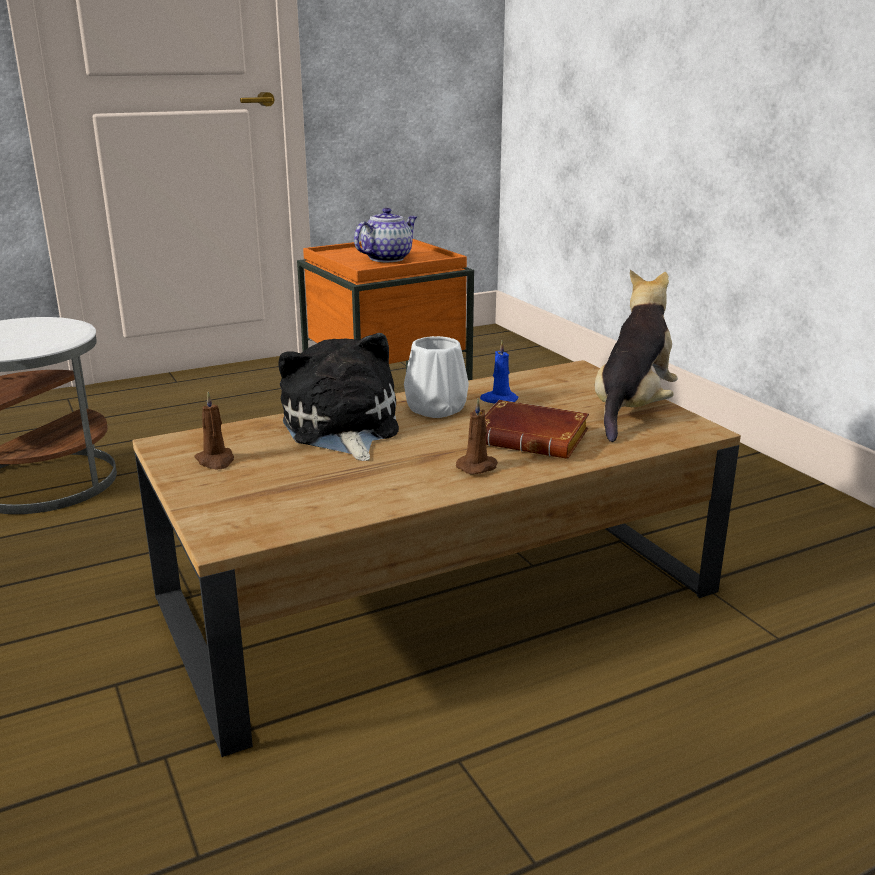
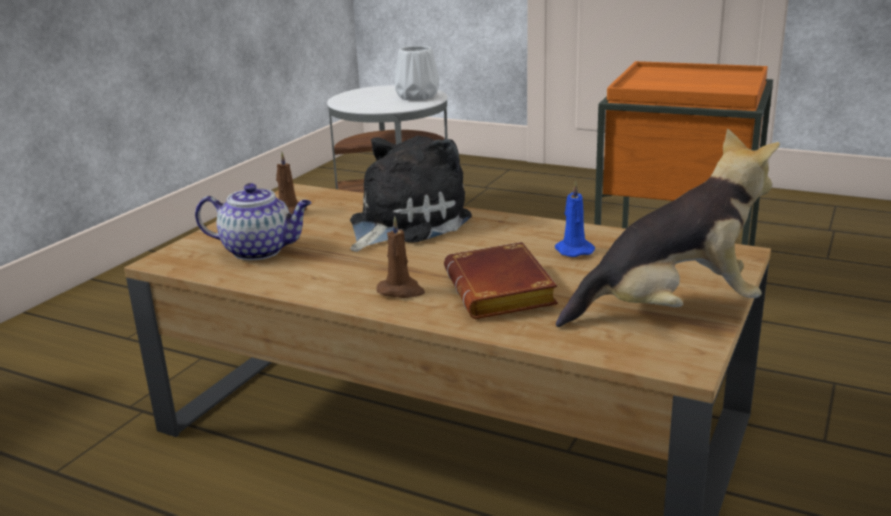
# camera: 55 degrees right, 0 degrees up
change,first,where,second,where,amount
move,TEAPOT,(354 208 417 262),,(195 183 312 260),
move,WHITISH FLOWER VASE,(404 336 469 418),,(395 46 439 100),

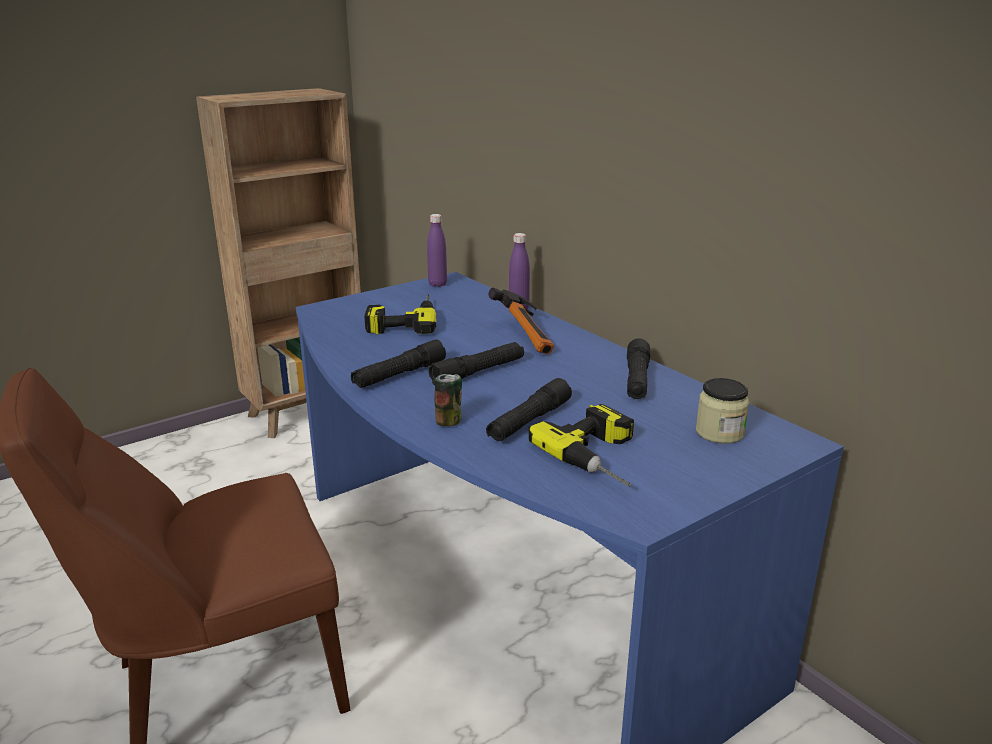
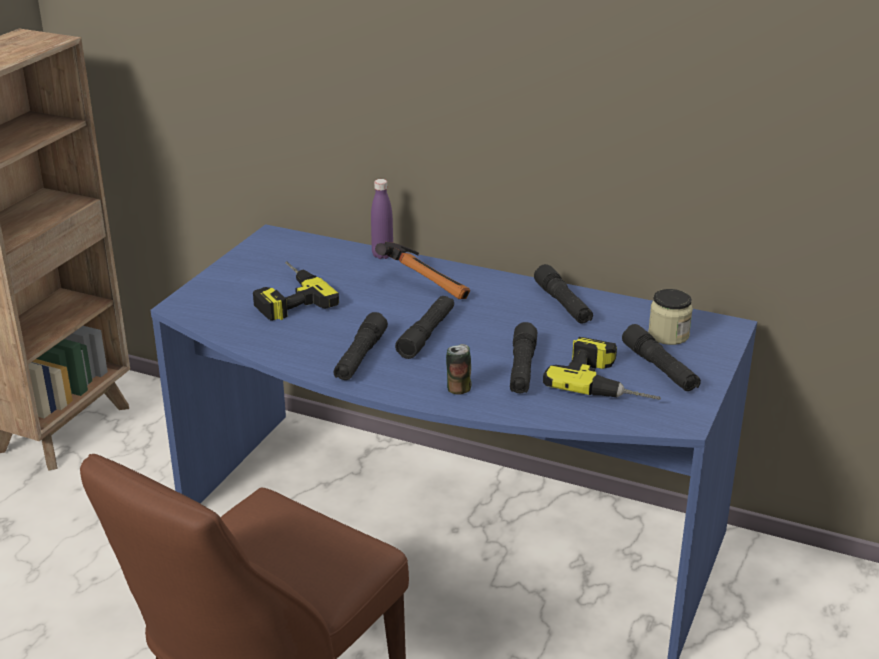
# camera: 30 degrees left, 5 degrees up
change,first,where,second,where,amount
delete,PURPLE DRINK BOTTLE,(427 214 447 287),,,
insert,,,BLACK FLASHLIGHT,(622 324 701 391),

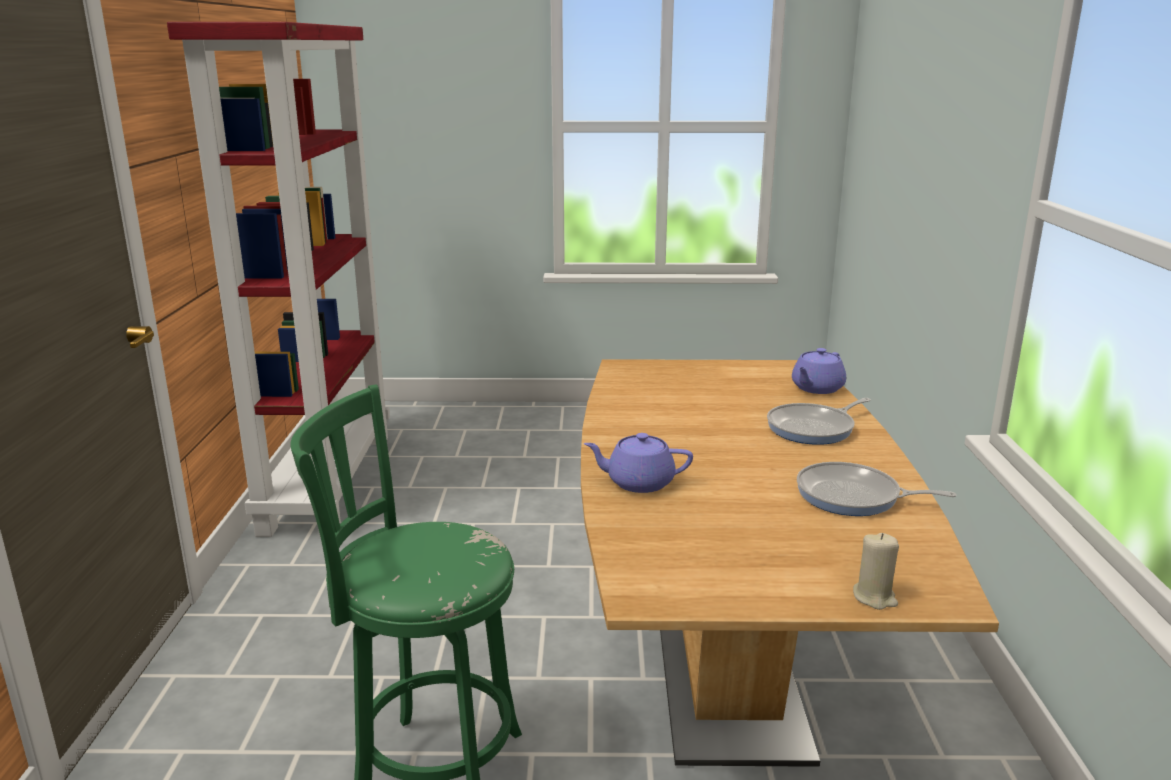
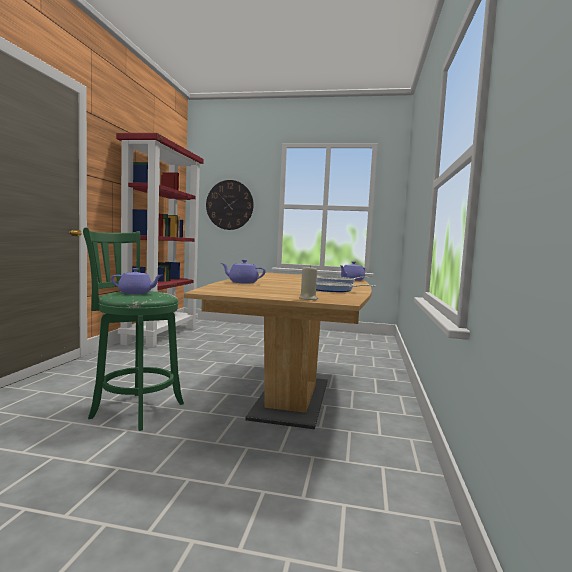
# camera: 10 degrees right, 15 degrees down
change,first,where,second,where,amount
insert,,,PURPLE TEAPOT,(111 268 162 294),
insert,,,WALL CLOCK,(206 180 254 230),

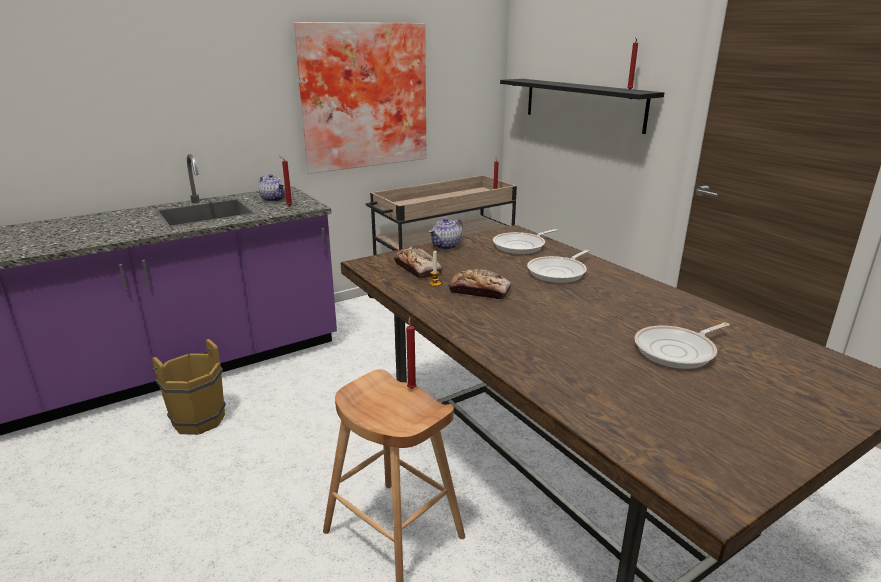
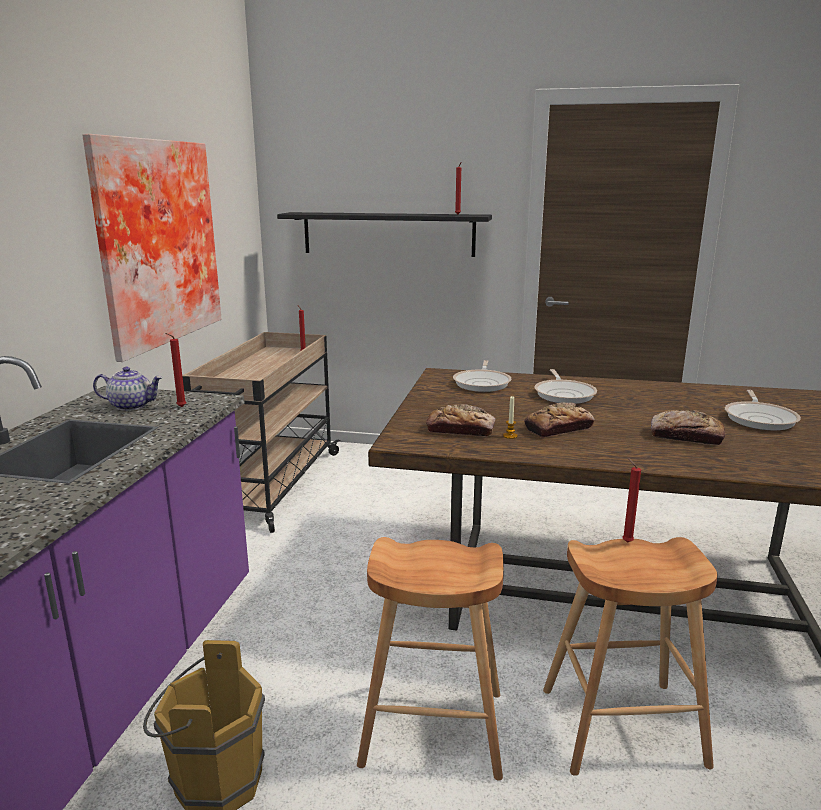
# camera: 45 degrees left, 5 degrees down
change,first,where,second,where,amount
delete,TEAPOT,(429 218 463 250),,,
insert,,,BROWNISH STOOL SEAT,(357 537 504 780),
insert,,,BAKERY BREAD,(651 410 725 445),

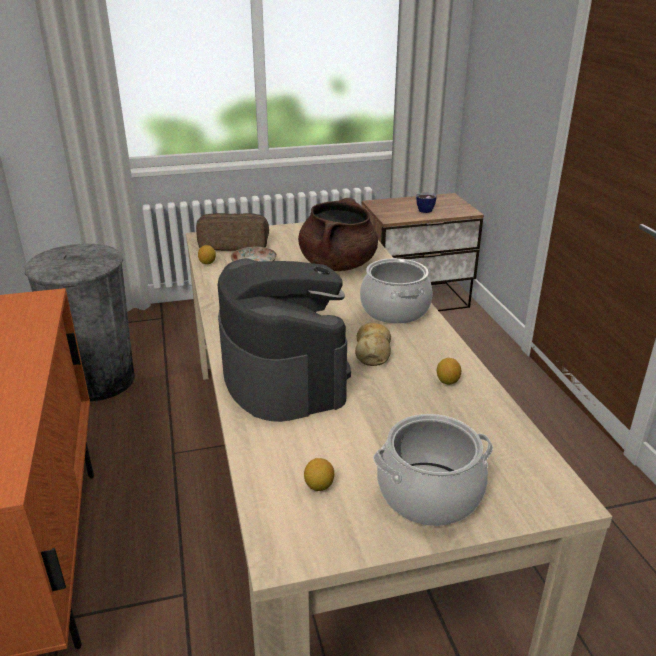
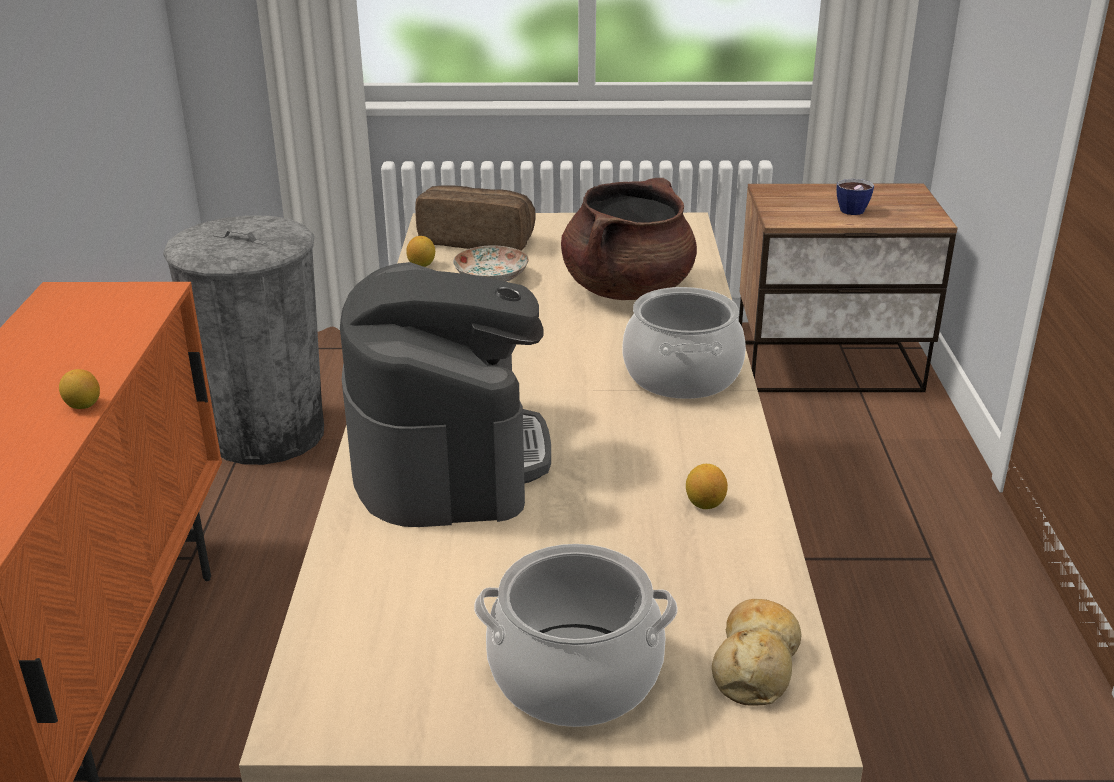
# camera: 15 degrees right, 0 degrees up
change,first,where,second,where,amount
move,LEMON,(304 458 334 491),,(59 369 100 409),
move,BAKERY BREAD,(355 323 391 366),,(712 599 802 706),

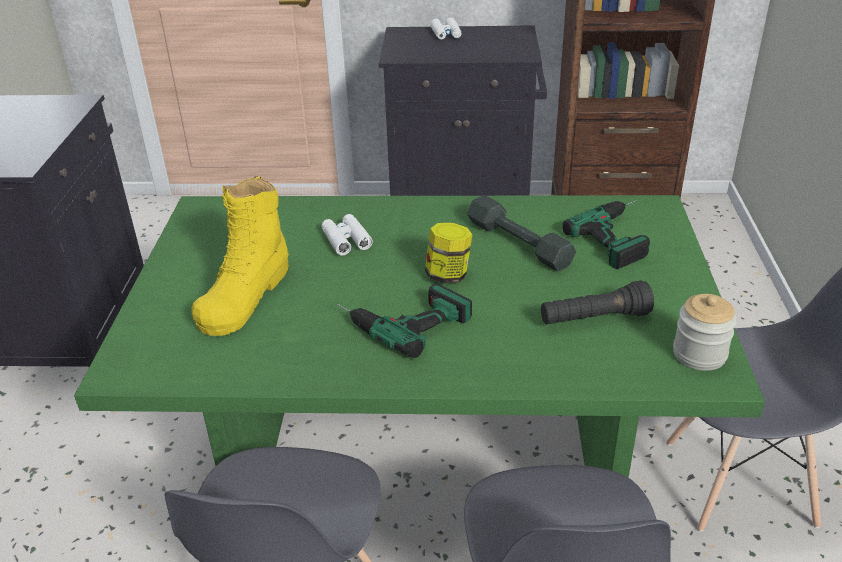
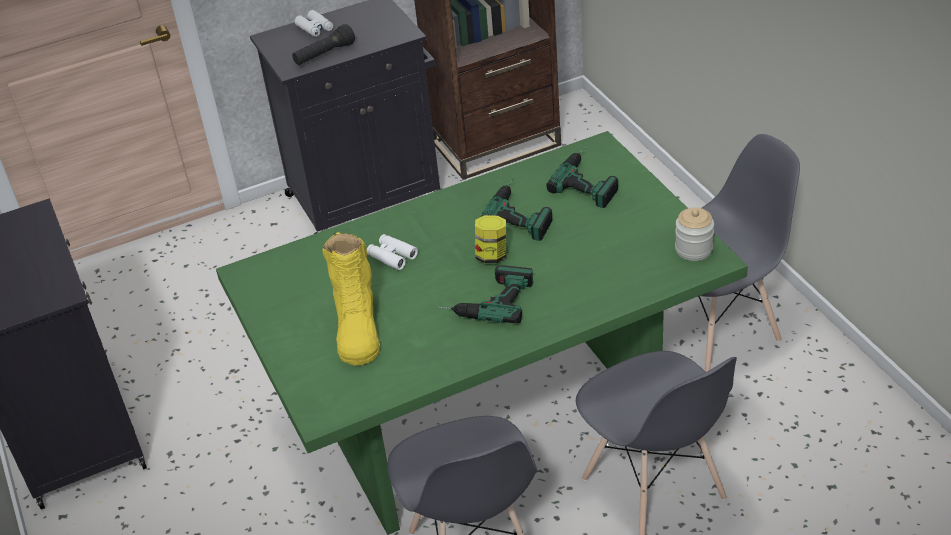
# camera: 25 degrees left, 5 degrees up
change,first,where,second,where,amount
move,BLACK FLASHLIGHT,(541 280 654 325),,(292 24 355 65),
replace,GREYISH FREE WEIGHT,(467 195 576 271),POWER DRILL,(481 178 552 241),

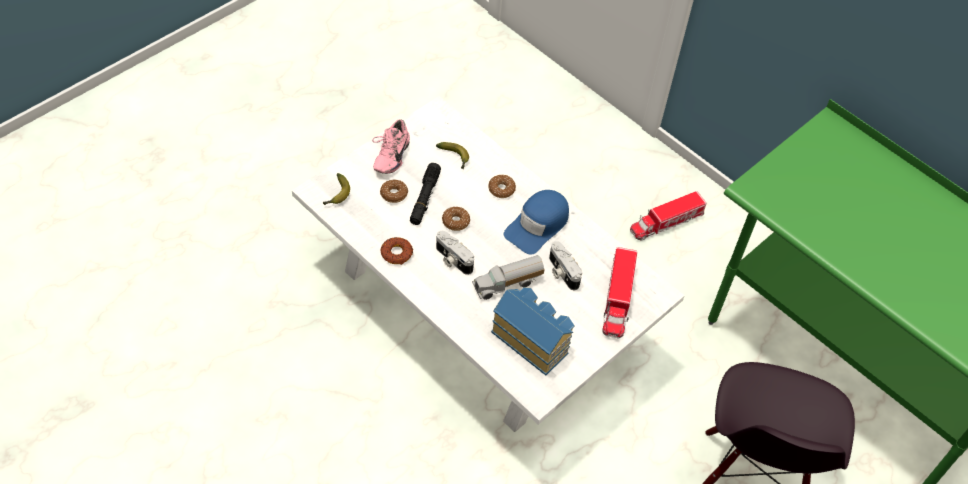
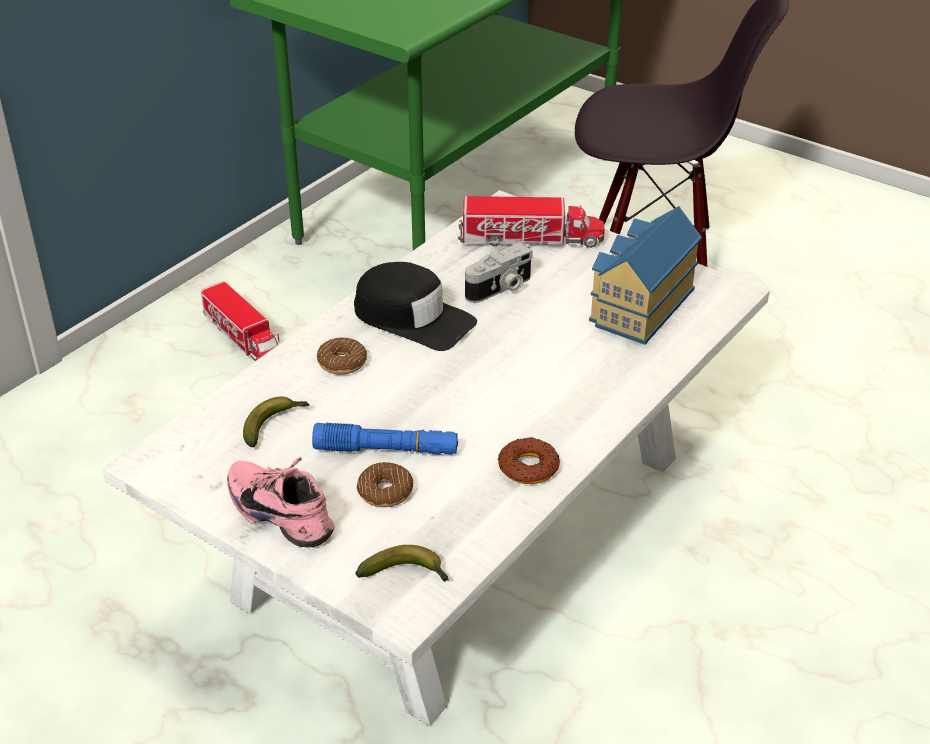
# camera: 95 degrees left, 15 degrees down
change,first,where,second,where,amount
delete,PHOTO CAMERA,(436 231 474 275),,,
delete,DONUT,(442 207 470 231),,,
delete,TOY TRUCK,(472 255 545 300),,,
recolor,BLACK FLASHLIGHT,(410 163 441 225),BLUE FLASHLIGHT,(312 422 458 455),
recolor,BLUE BASEBALL CAP,(504 190 569 255),BLACK BASEBALL CAP,(354 262 477 351),
rotate,PINKISH SHOE,(372 119 410 174),,(227 457 335 548),150 degrees counterclockwise

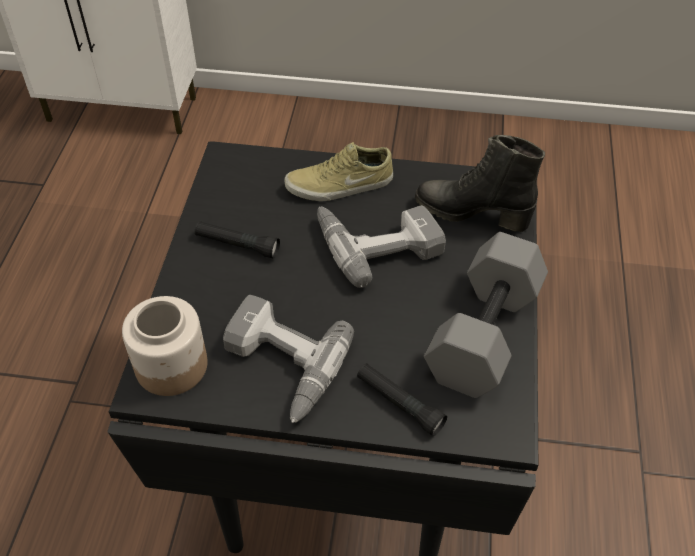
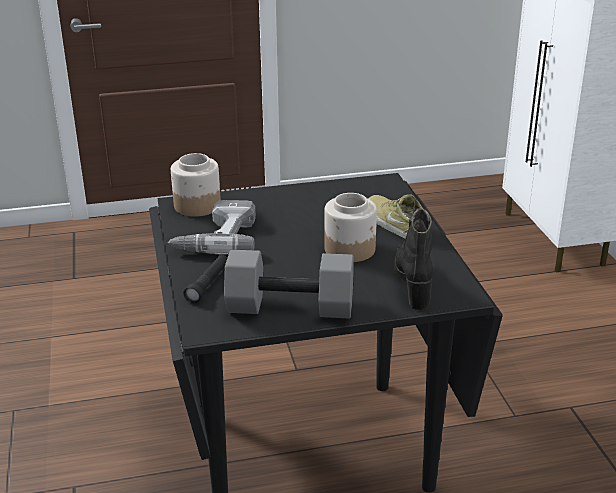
# camera: 70 degrees right, 20 degrees down
change,first,where,second,where,amount
delete,BLACK FLASHLIGHT,(195 221 280 259),,,
replace,POWER DRILL,(317 205 446 288),JAR,(324 193 377 262),

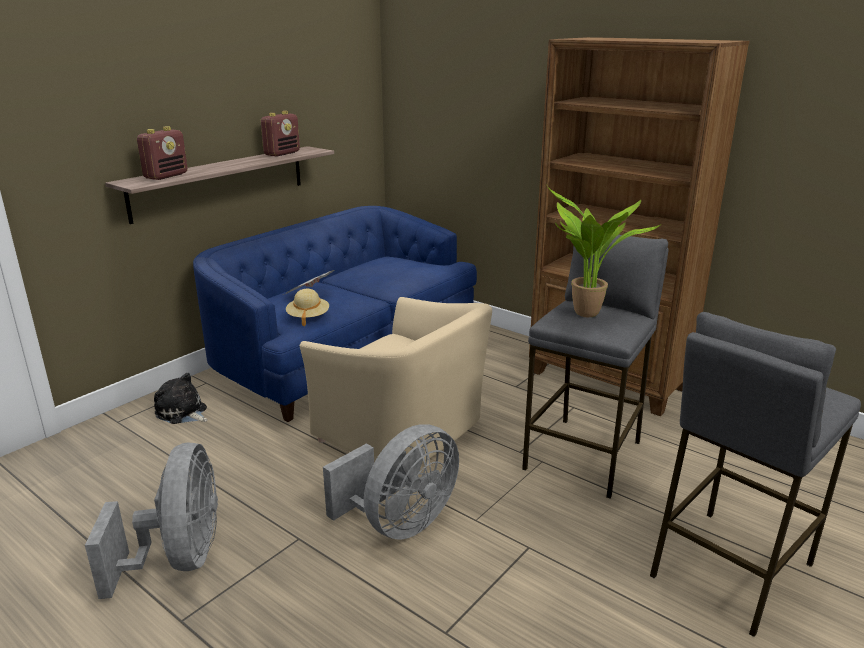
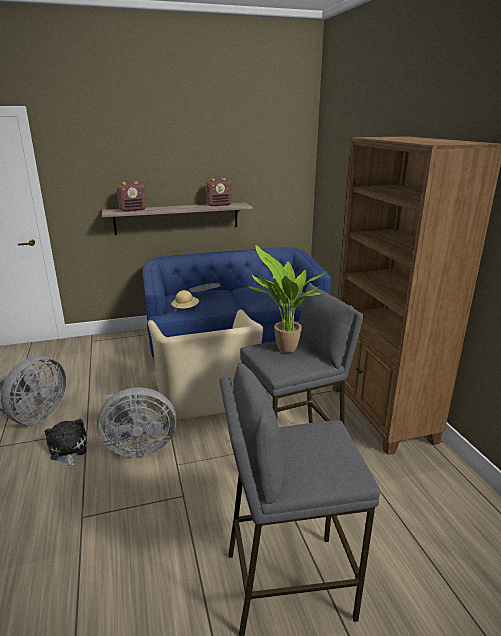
# camera: 35 degrees right, 0 degrees up
change,first,where,second,where,amount
move,PLUSH TOY,(154 373 208 424),,(45 418 88 467),

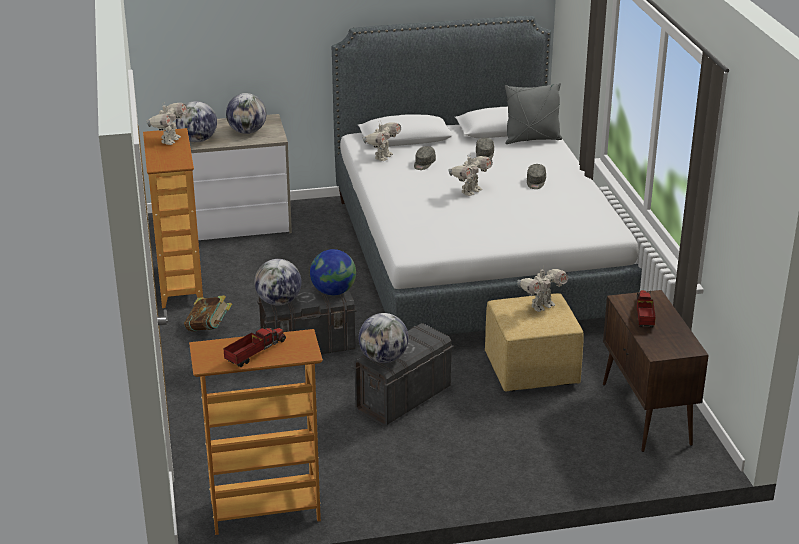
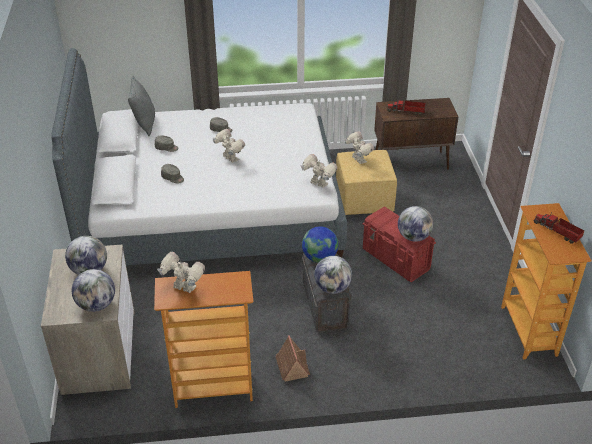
# camera: 85 degrees left, 10 degrees up
change,first,where,second,where,amount
move,MODEL ROBOT,(363 120 401 161),,(300 154 338 188),
replace,BOOK,(184 295 232 332),TOY HOUSE,(276 335 310 382),
recolor,GREYISH STORAGE BOX,(352 323 454 426),RED-COLOURED STORAGE BOX,(363 206 436 282),

